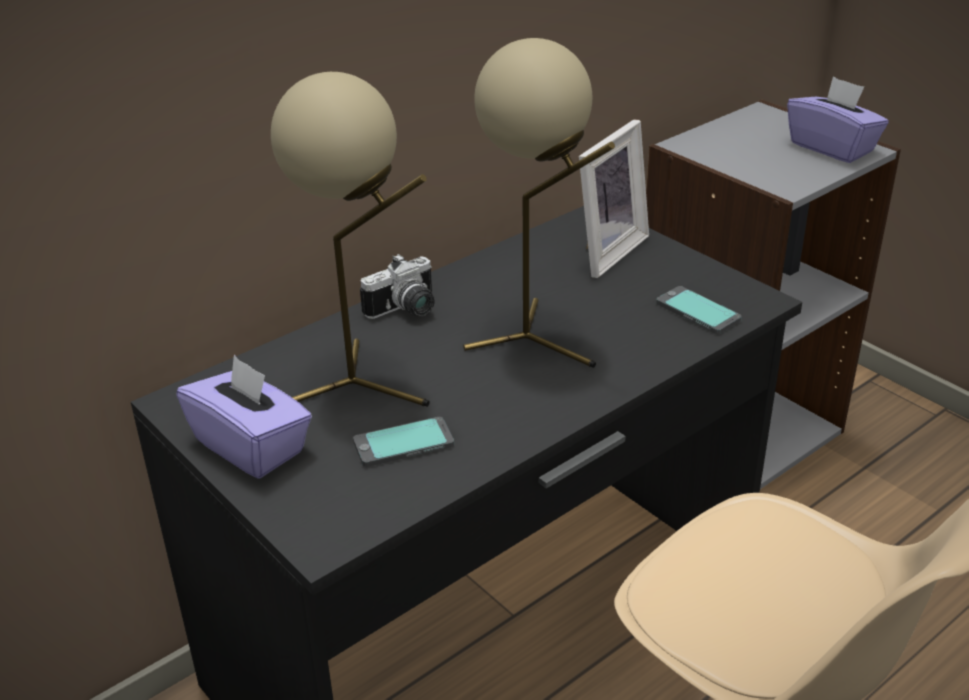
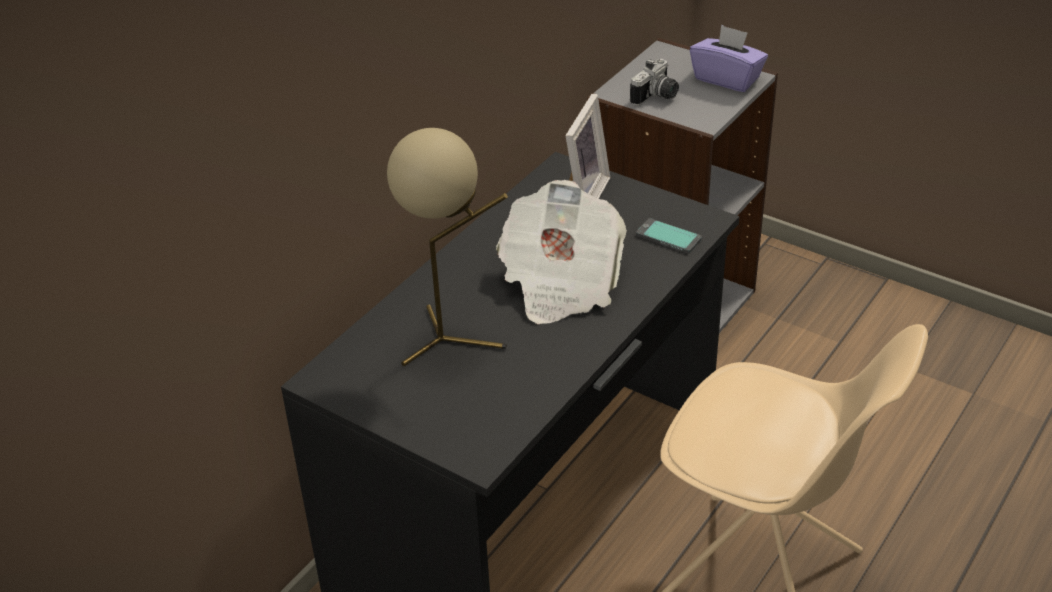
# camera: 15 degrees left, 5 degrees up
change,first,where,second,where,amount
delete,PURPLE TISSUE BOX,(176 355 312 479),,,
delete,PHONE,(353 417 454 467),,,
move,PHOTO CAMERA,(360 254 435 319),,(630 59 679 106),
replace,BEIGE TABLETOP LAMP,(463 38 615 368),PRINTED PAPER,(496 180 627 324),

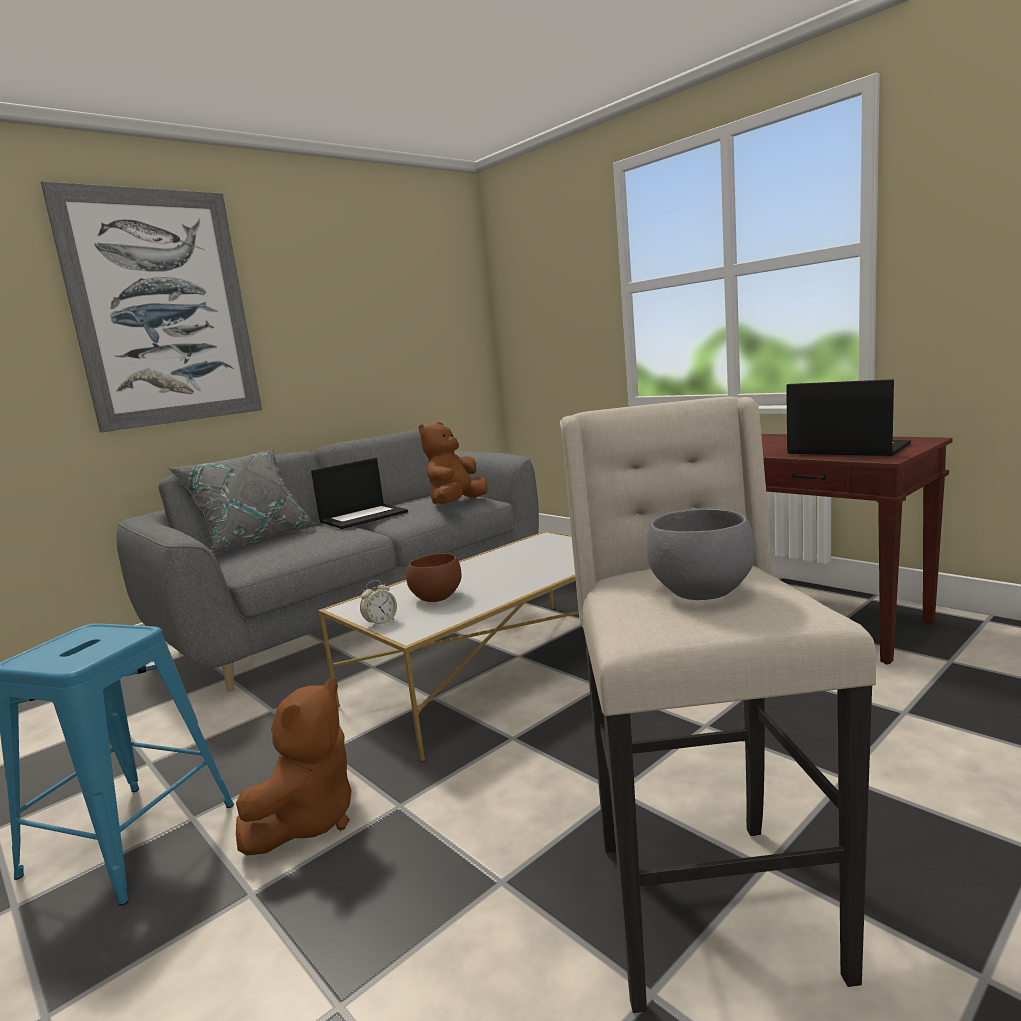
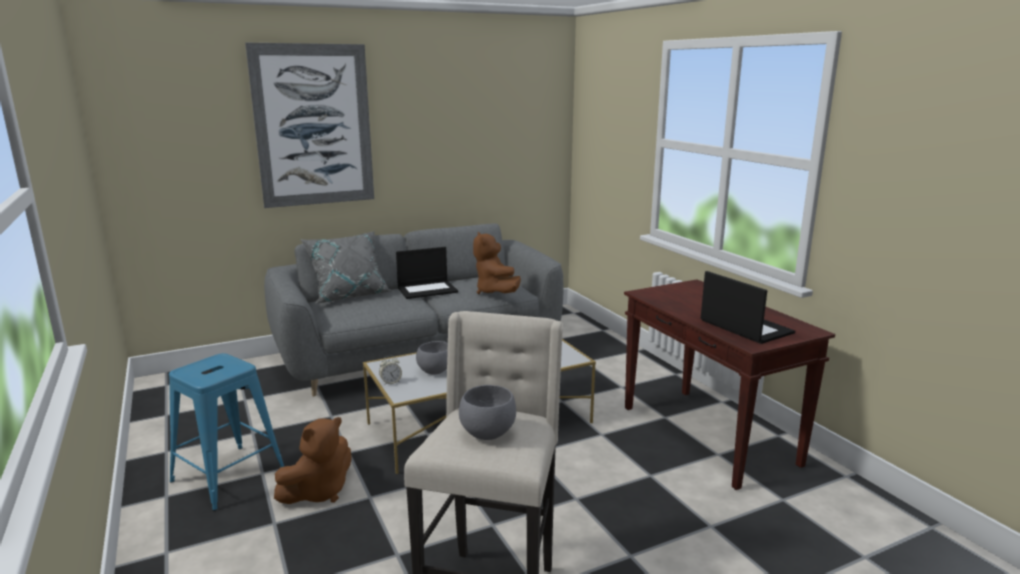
# camera: 15 degrees right, 5 degrees up
change,first,where,second,where,amount
recolor,BROWNISH DEEP DISH,(406 553 462 602),GREYISH DEEP DISH,(416 341 448 375),
rotate,BROWNISH PLUSH TOY,(419 422 487 504),,(473 232 521 294),60 degrees counterclockwise

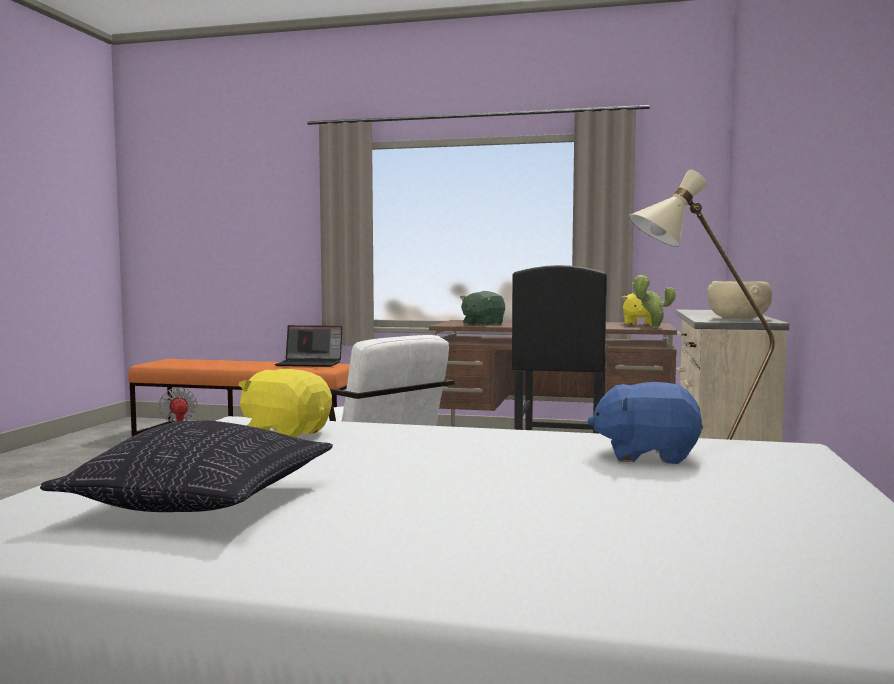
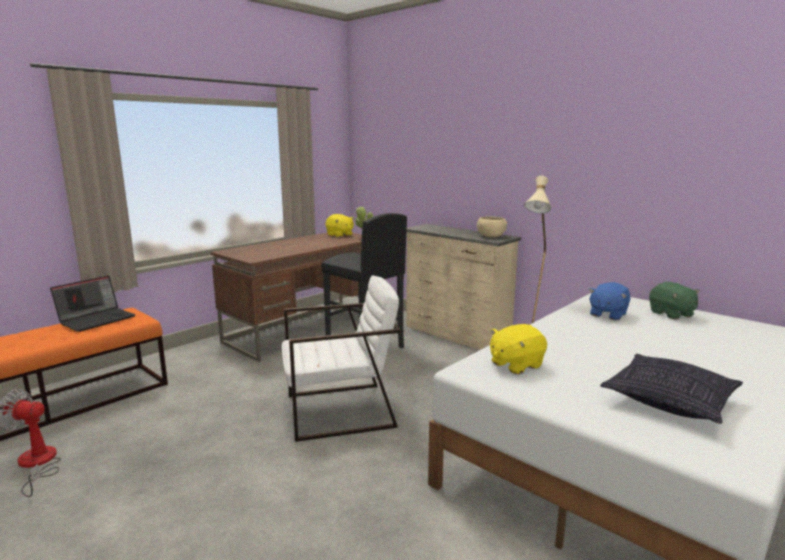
# camera: 60 degrees left, 10 degrees up
change,first,where,second,where,amount
move,GREENISH PLUSH TOY,(460 291 505 326),,(649 282 699 320),

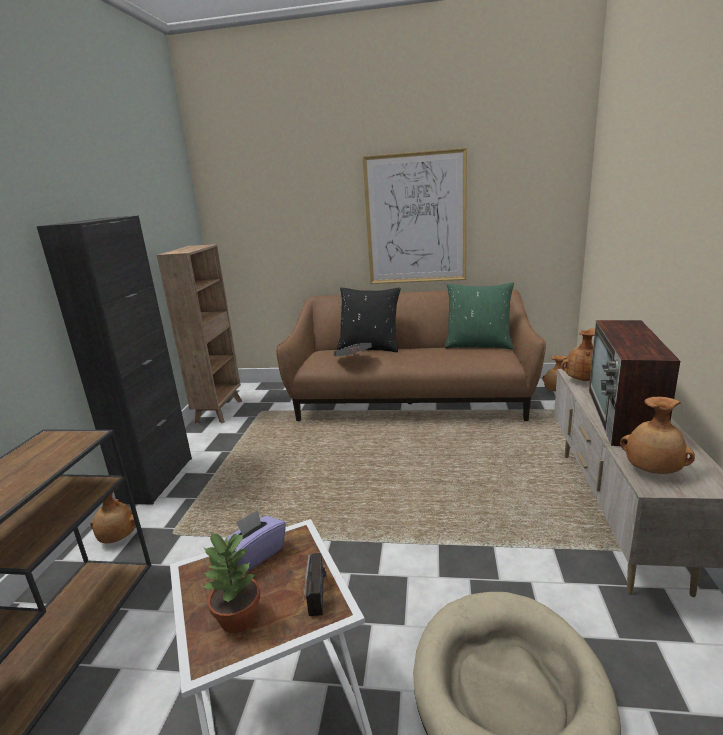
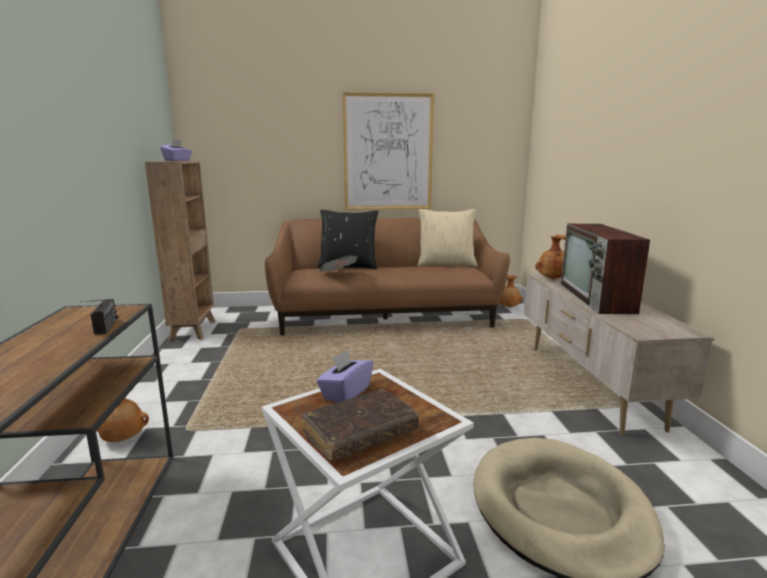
# camera: 15 degrees left, 5 degrees down
change,first,where,second,where,amount
delete,BLACK CUPBOARD,(37 216 192 505),,,
delete,BROWNISH FLOWER VASE,(620 397 695 474),,,
insert,,,PURPLE TISSUE BOX,(160 140 192 161),
move,RADIO,(302 553 327 616),,(81 299 119 335),
replace,HOUSEPLANT,(203 532 260 633),BROWNISH BOOK,(301 389 419 462),
recolor,GREENISH THROW PILLOW,(445 283 514 349),BEIGE THROW PILLOW,(418 209 477 267),

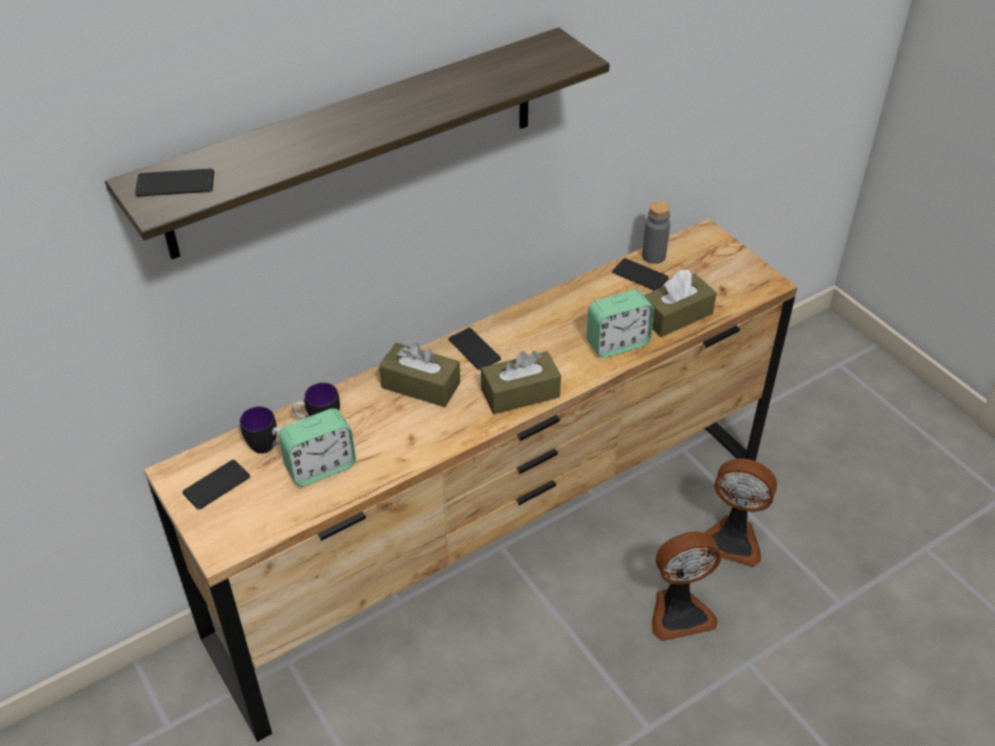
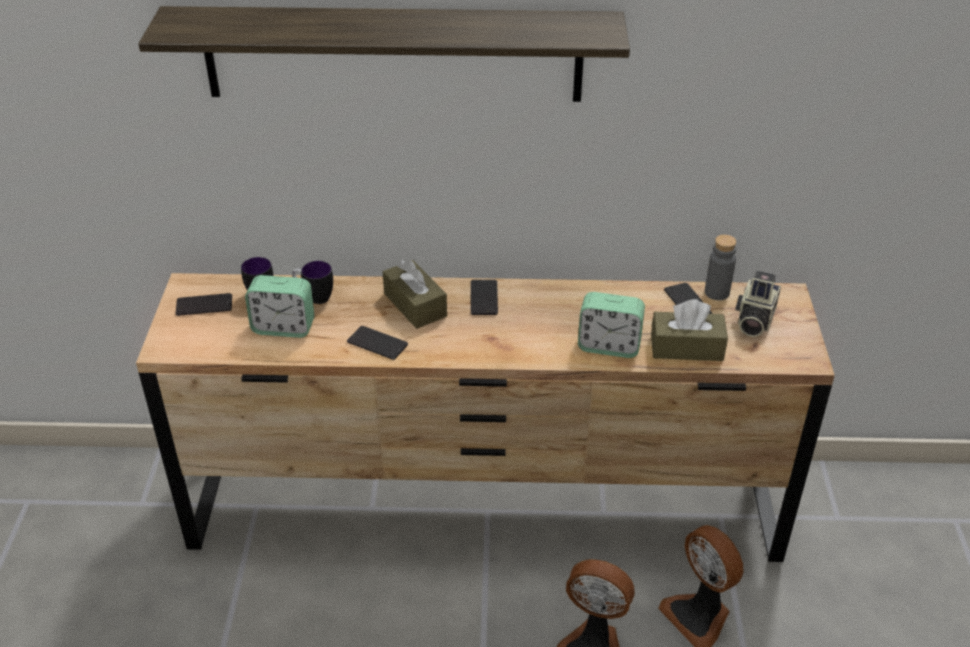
# camera: 35 degrees right, 5 degrees down
change,first,where,second,where,amount
delete,BROWNISH TISSUE BOX,(481 351 561 414),,,
insert,,,PHOTO CAMERA,(735 271 781 337),
move,PHONE,(135 169 214 197),,(347 326 408 360),

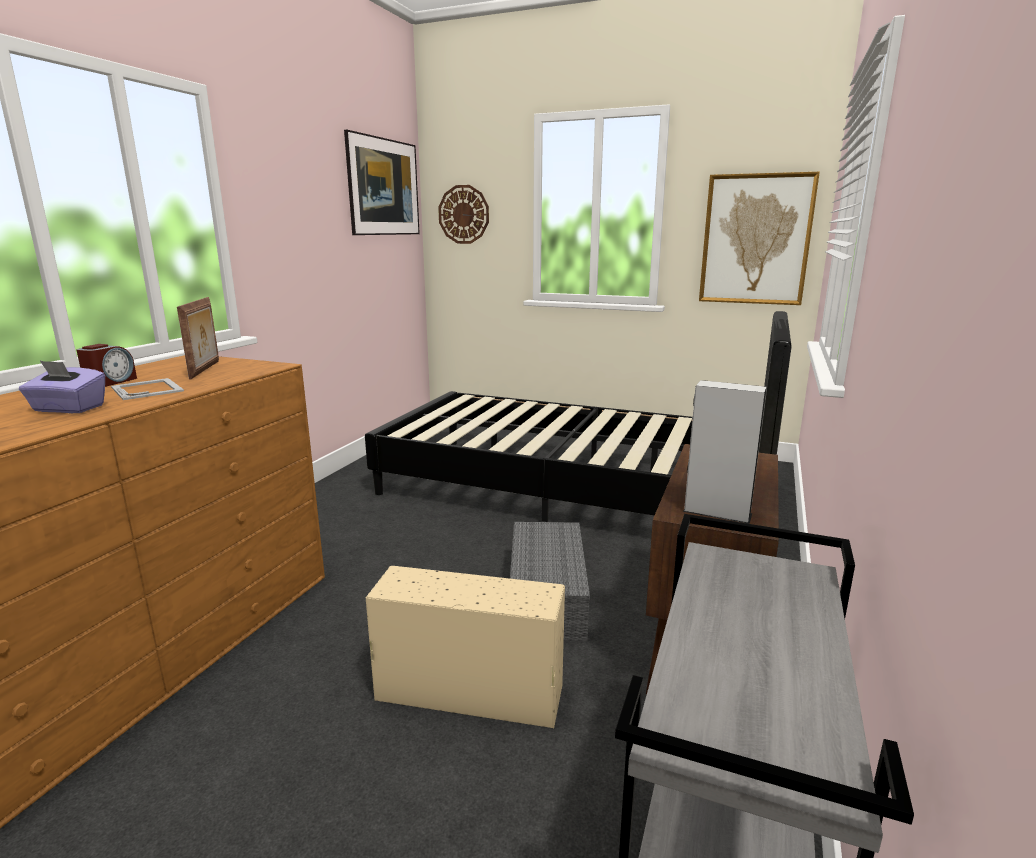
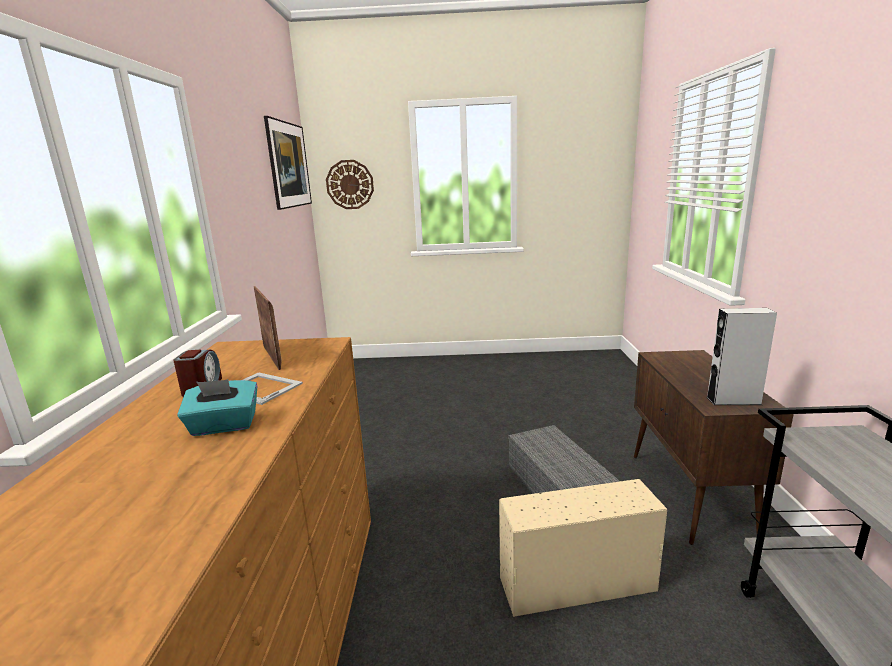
# camera: 20 degrees left, 0 degrees up
change,first,where,second,where,amount
delete,BLACK BED,(365 311 791 522),,,
delete,WALL ART,(699 172 820 305),,,
recolor,PURPLE TISSUE BOX,(19 361 105 413),BLUE-GREEN TISSUE BOX,(177 379 257 436),

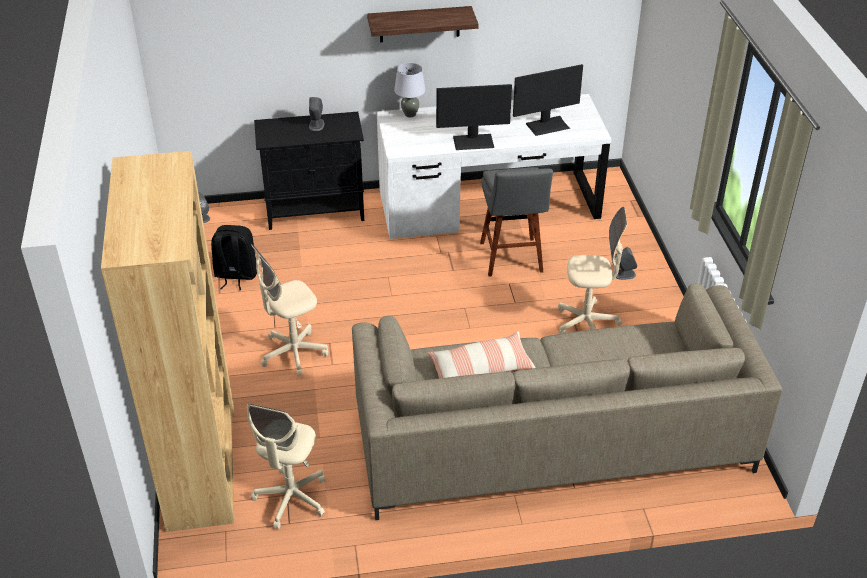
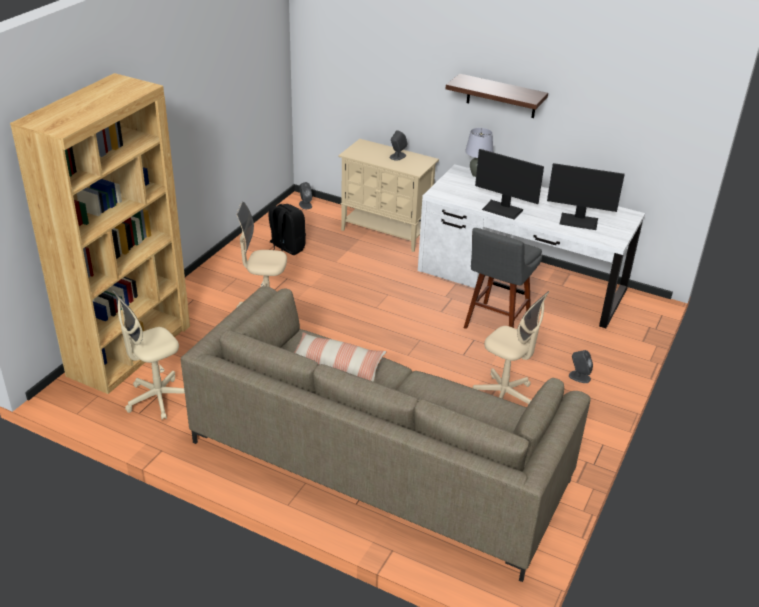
# camera: 35 degrees right, 5 degrees down
change,first,where,second,where,amount
recolor,BLACK CUPBOARD,(254 112 364 230),BEIGE CUPBOARD,(339 139 439 252),

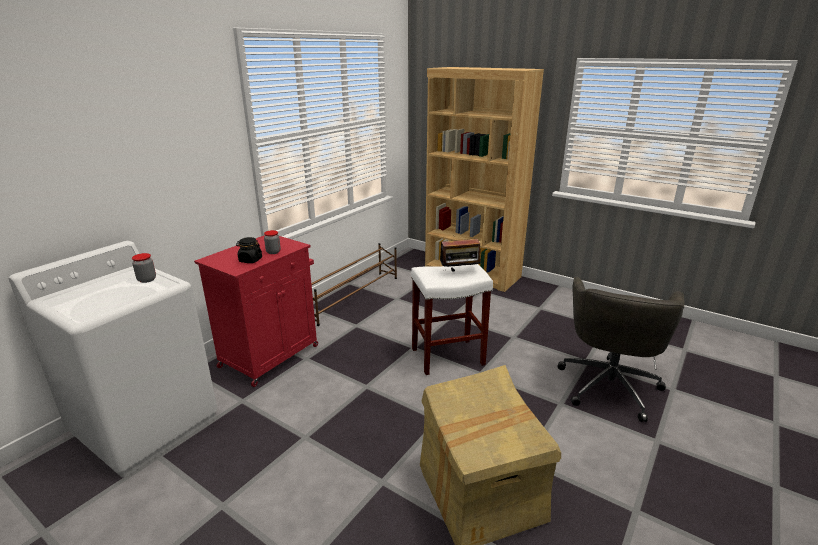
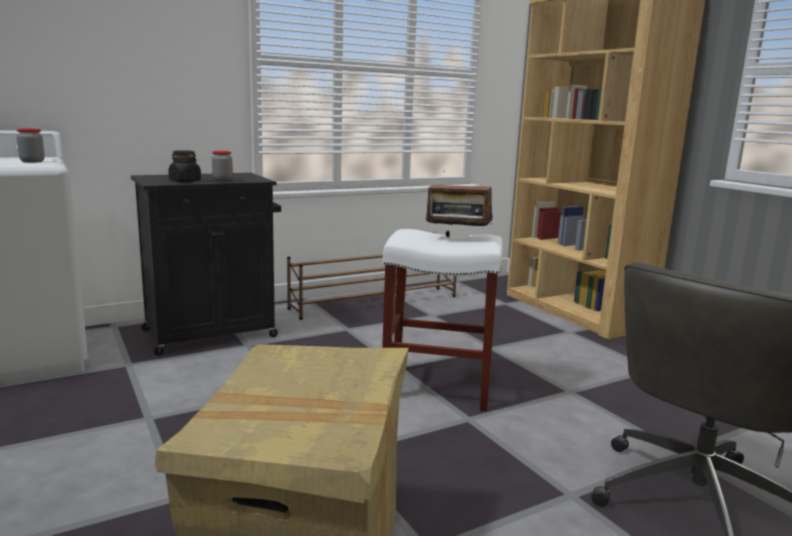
# camera: 25 degrees right, 10 degrees down
change,first,where,second,where,amount
recolor,RED-COLOURED CUPBOARD,(194 235 318 387),BLACK CUPBOARD,(131 173 281 356),

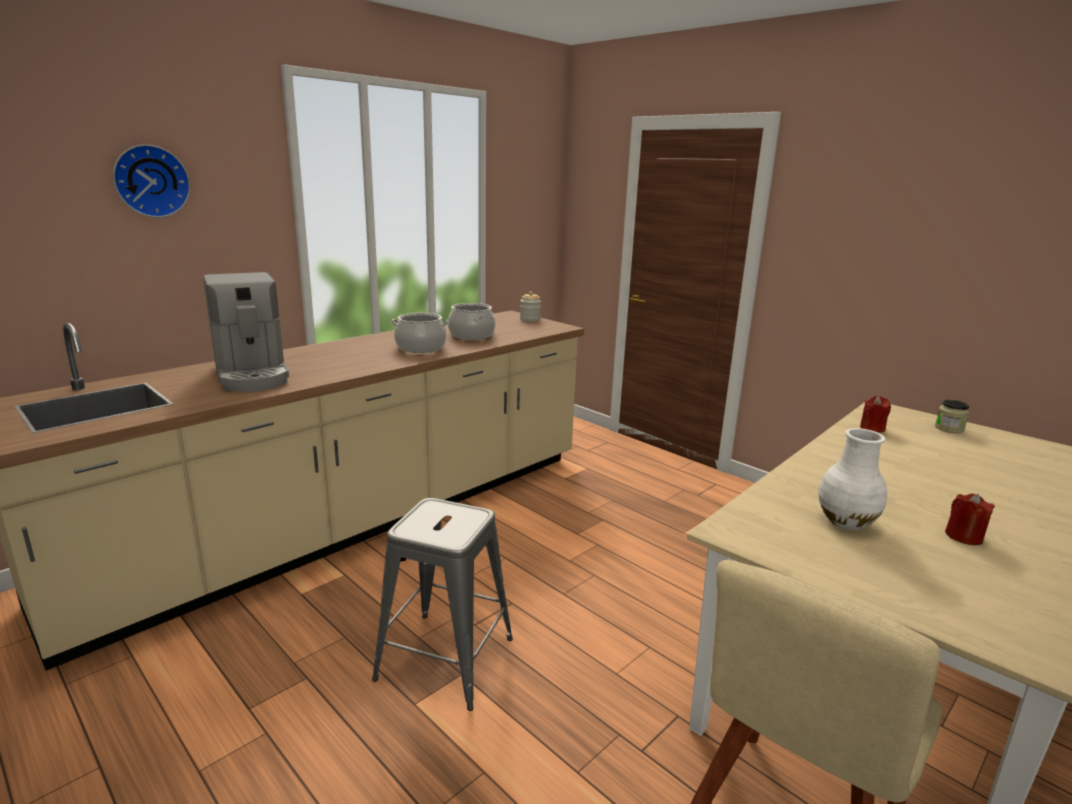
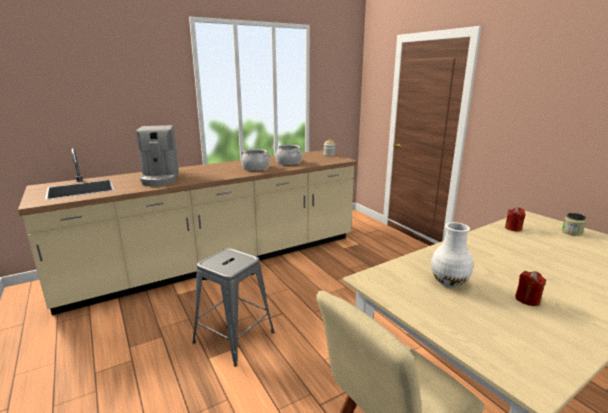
# camera: 15 degrees right, 0 degrees up
change,first,where,second,where,amount
delete,WALL CLOCK,(113 144 190 218),,,

